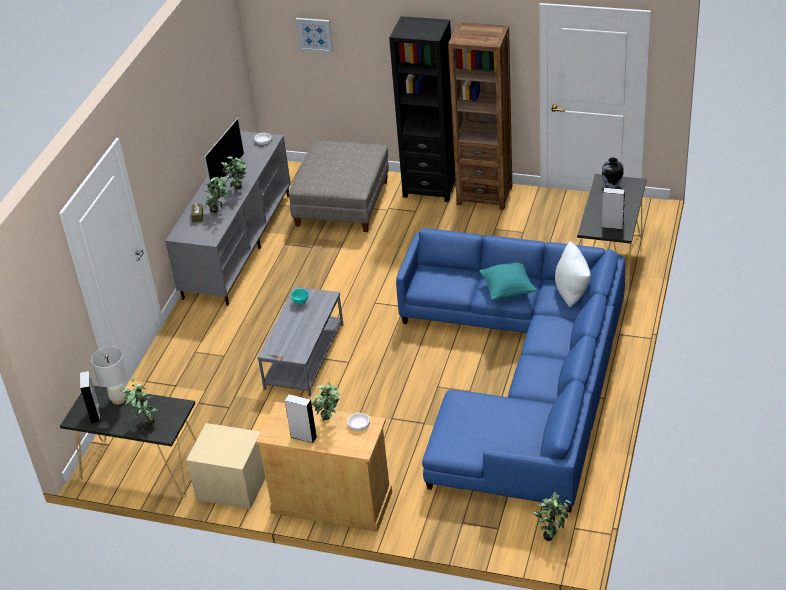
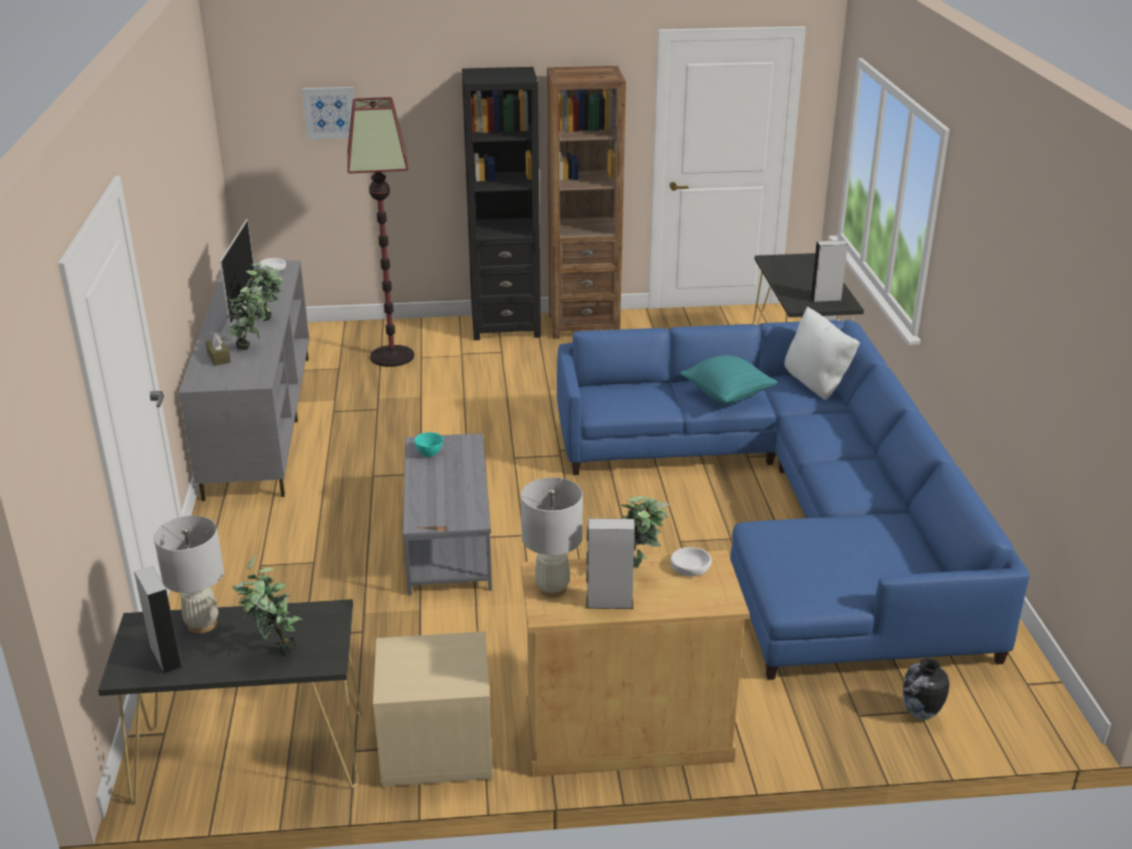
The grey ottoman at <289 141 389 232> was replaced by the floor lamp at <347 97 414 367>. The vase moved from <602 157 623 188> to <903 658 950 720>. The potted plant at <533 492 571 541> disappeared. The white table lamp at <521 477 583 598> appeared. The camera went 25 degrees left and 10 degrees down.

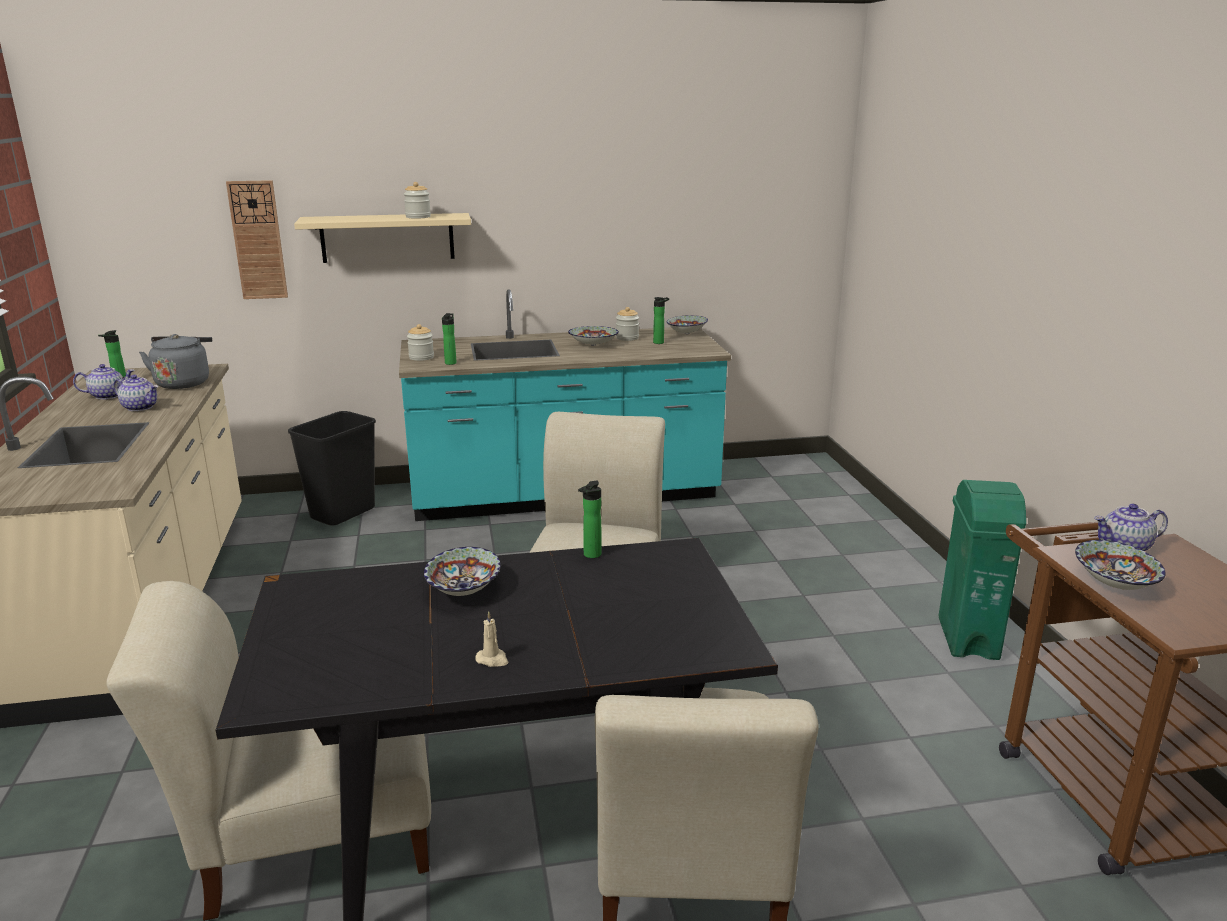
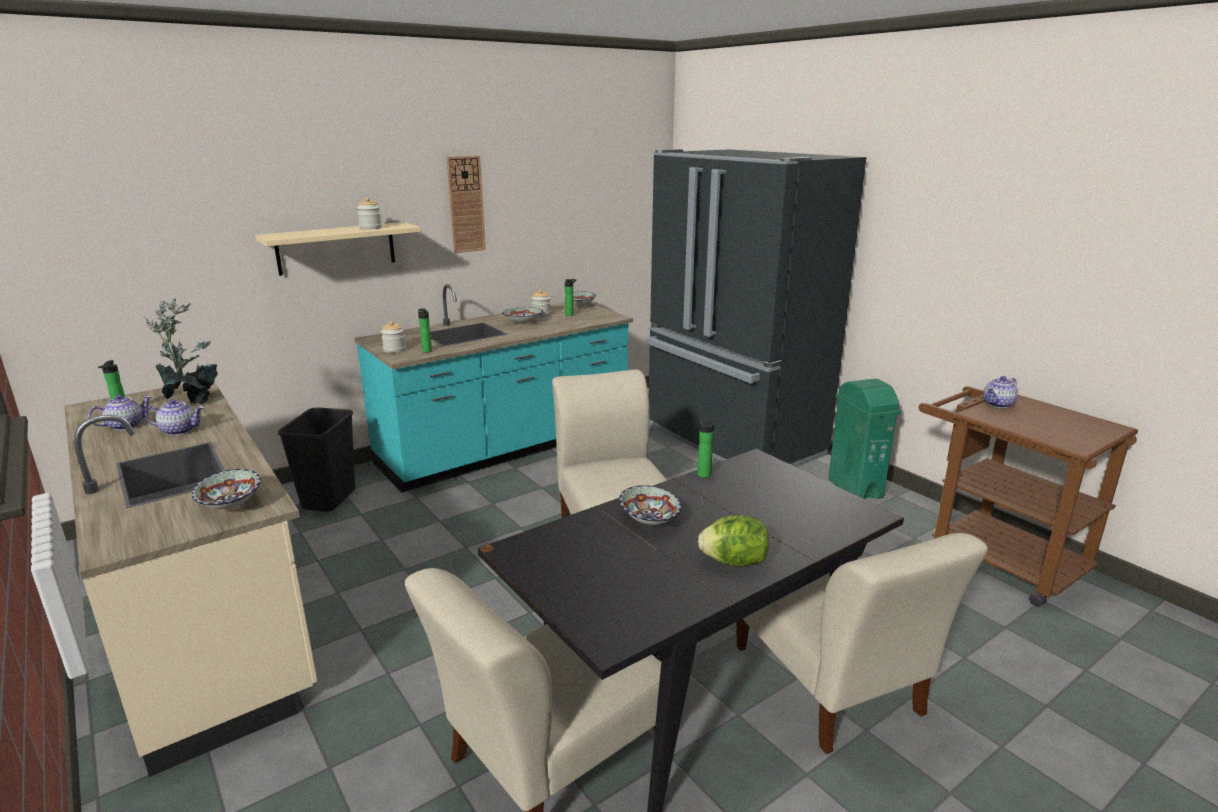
The wall clock moved from <226 180 288 299> to <447 156 486 253>. The grey kettle at <139 334 212 389> was replaced by the potted plant at <143 297 218 404>. The bowl moved from <1075 540 1166 590> to <192 469 261 509>. The beige candle at <475 611 508 667> was replaced by the lettuce at <698 515 769 567>. The black fridge at <646 149 866 467> appeared. The camera went 25 degrees left and 0 degrees up.

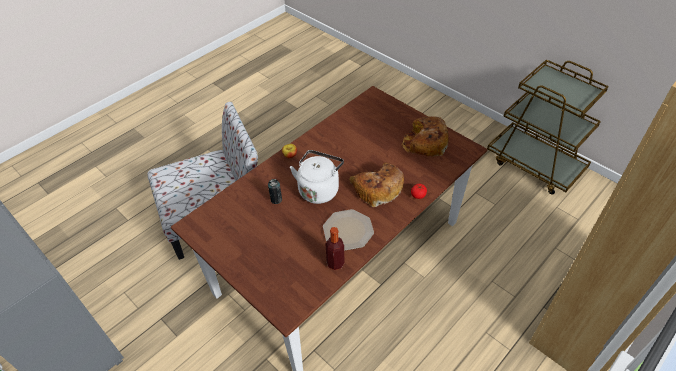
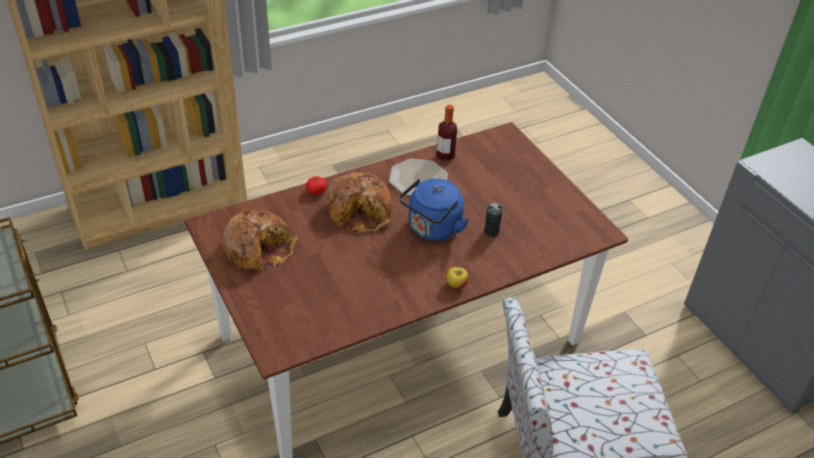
The white kettle at <290 150 344 204> became the blue kettle at <399 179 469 241>. The camera went 165 degrees left and 5 degrees down.

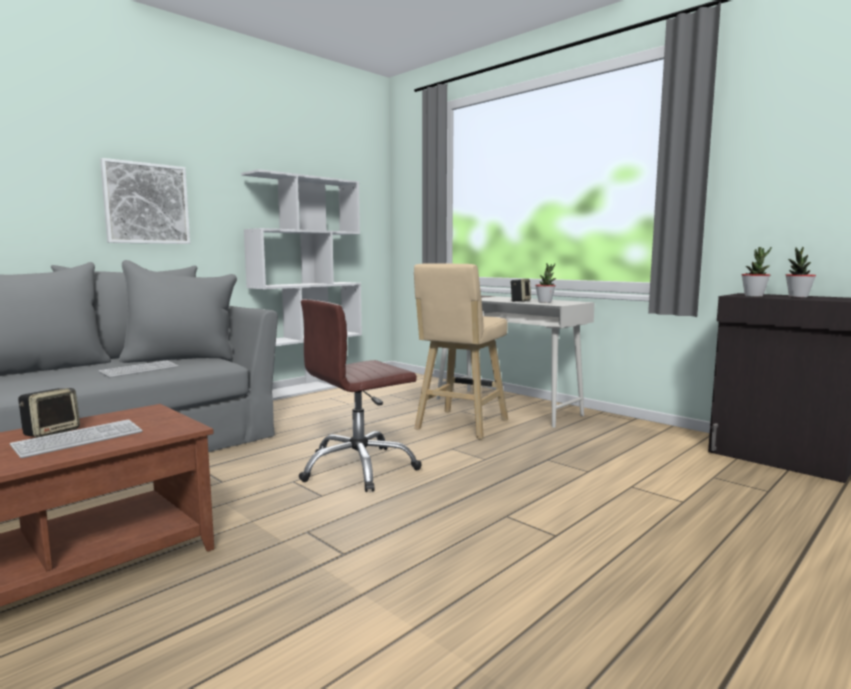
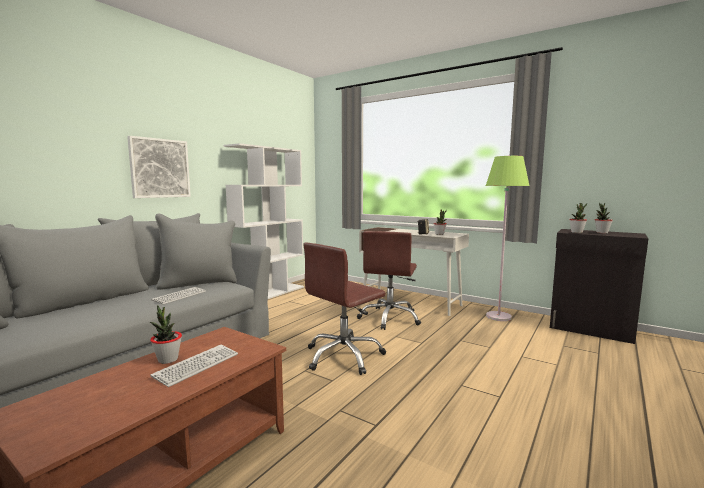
The beige stool at <414 263 508 440> was replaced by the brown office chair at <357 231 421 330>. The speaker at <18 388 80 438> was replaced by the potted plant at <150 305 182 364>. The green floor lamp at <486 156 530 321> appeared. The camera went 10 degrees left and 0 degrees up.

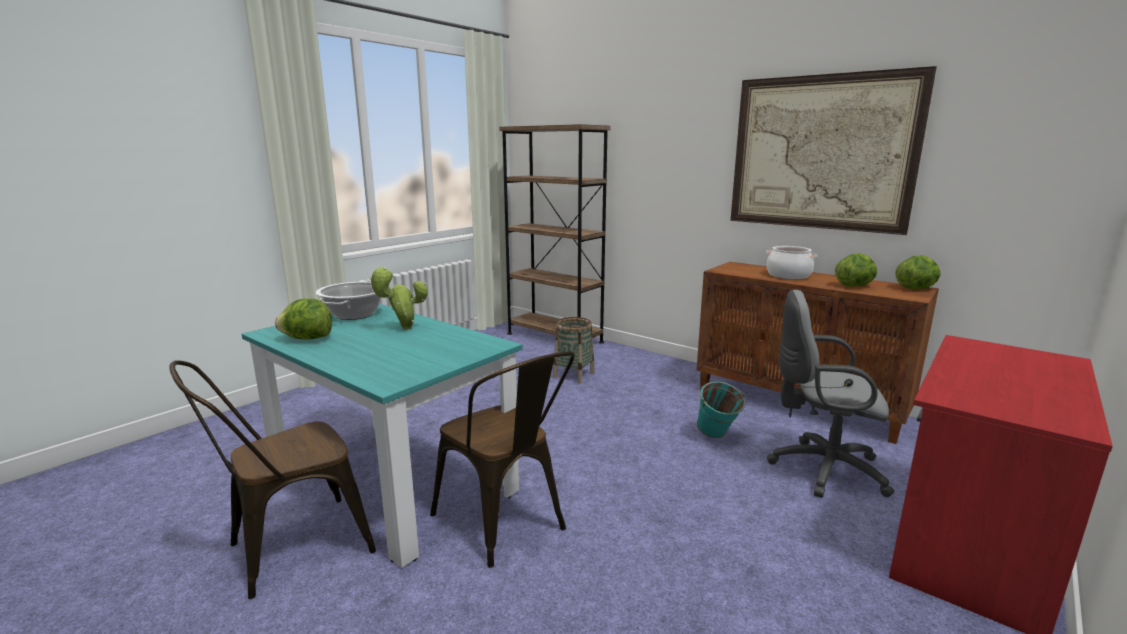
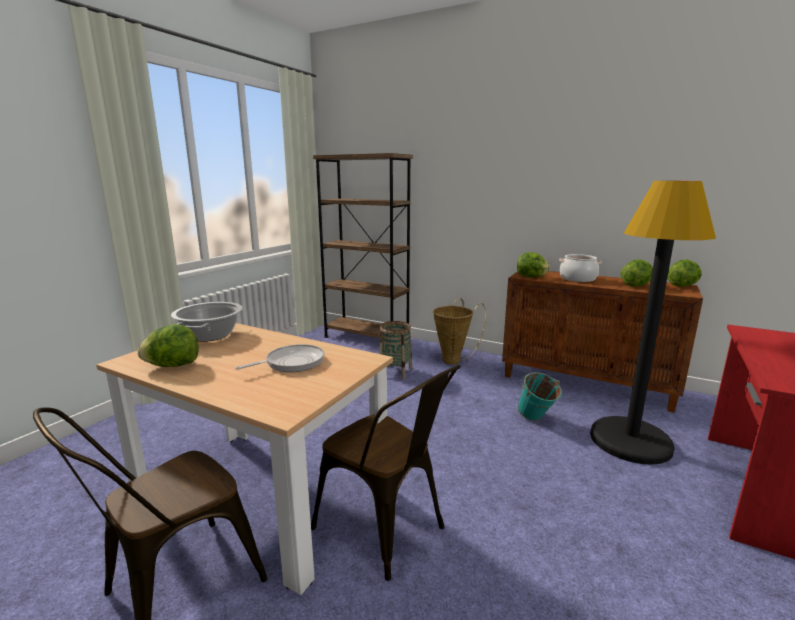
The picture at <730 66 937 235> disappeared. The potted plant at <369 267 428 330> disappeared. The grey office chair at <767 290 894 498> was replaced by the black floor lamp at <590 181 716 465>. The turquoise dining table at <242 303 522 568> became the beige dining table at <96 323 393 595>. The lettuce at <517 252 550 277> appeared. The basket at <433 298 486 365> appeared. The frying pan at <235 344 324 372> appeared. The camera went 10 degrees left and 0 degrees up.

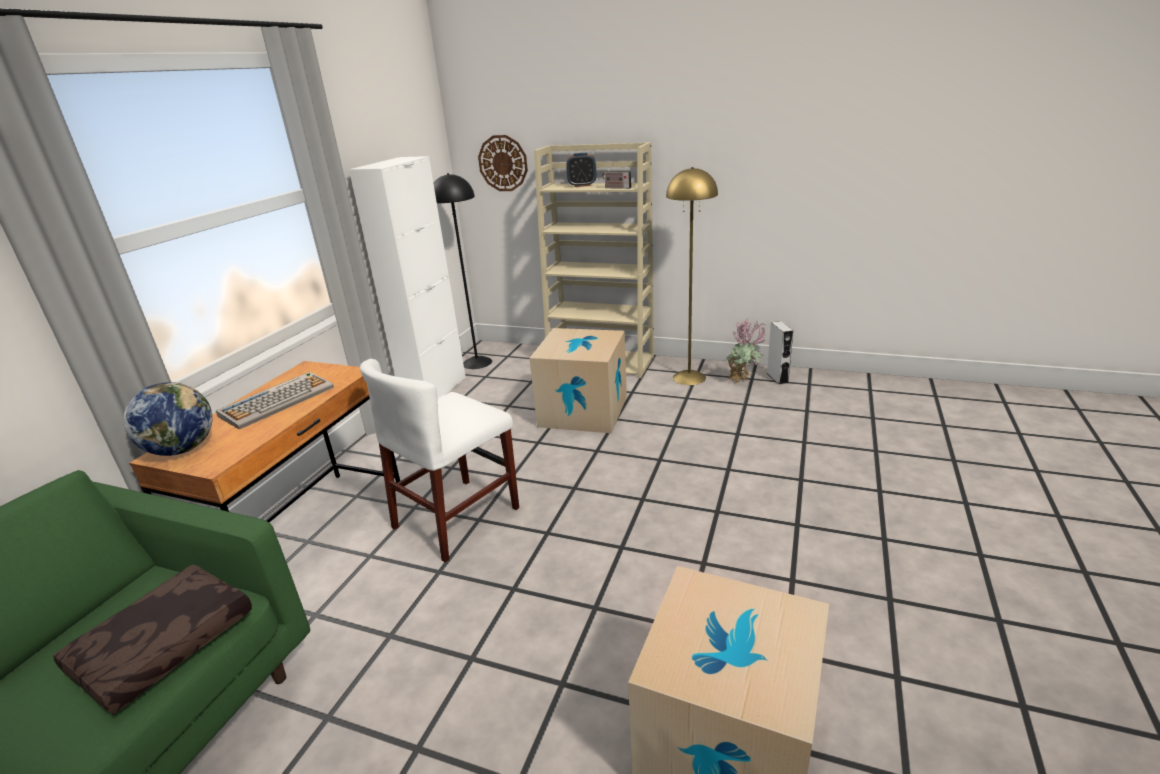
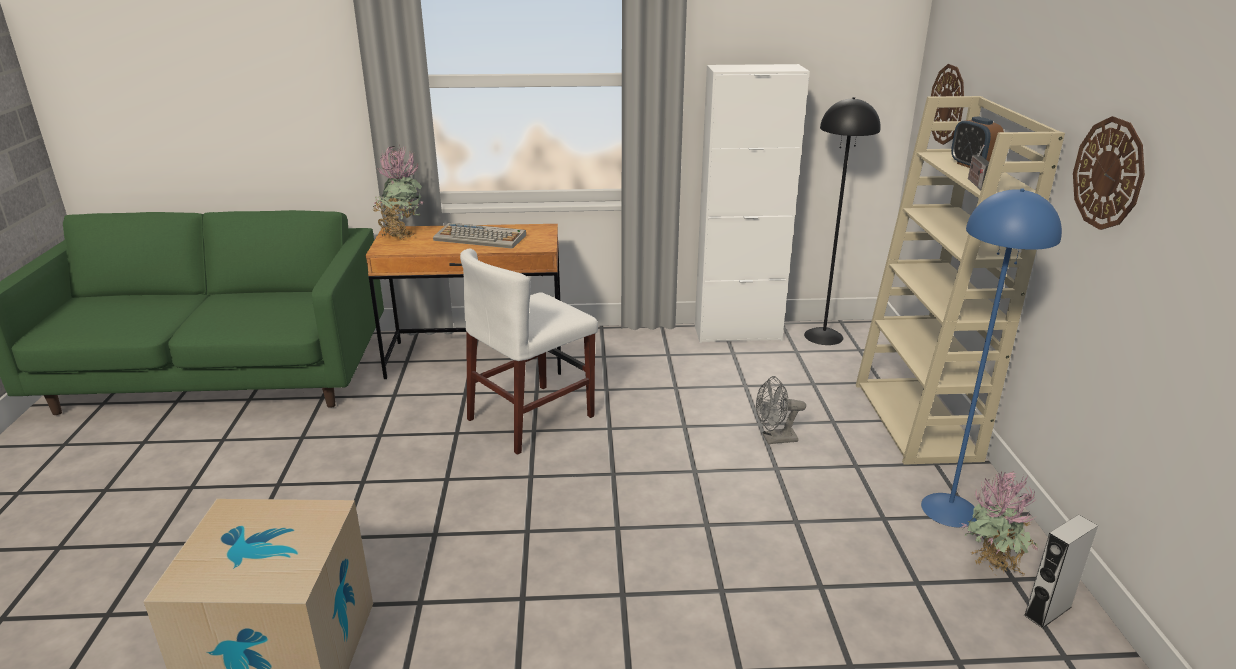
The yellow floor lamp at <666 167 718 385> became the blue floor lamp at <921 188 1062 528>. The cardboard box at <529 328 627 433> was replaced by the grey fan at <756 376 806 444>. The white chair at <360 359 519 562> turned 60 degrees counterclockwise. The globe at <123 382 213 456> was replaced by the potted plant at <372 145 424 239>. The brown pillow at <53 564 252 714> disappeared. The wall clock at <1073 116 1145 230> appeared. The camera went 65 degrees right and 0 degrees up.

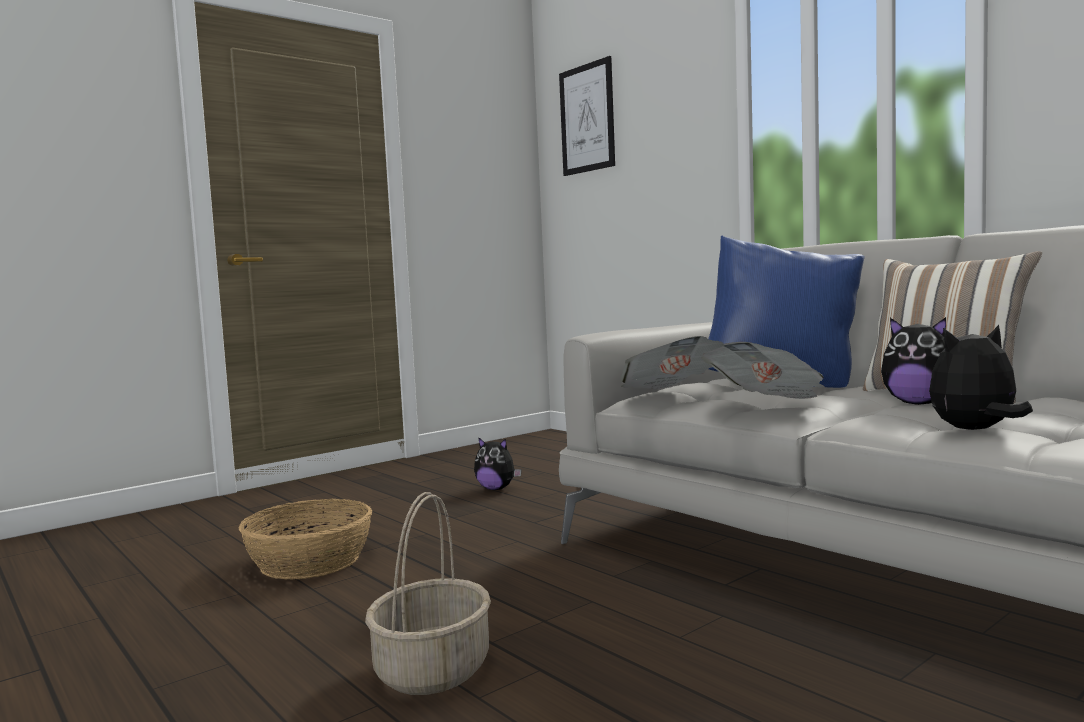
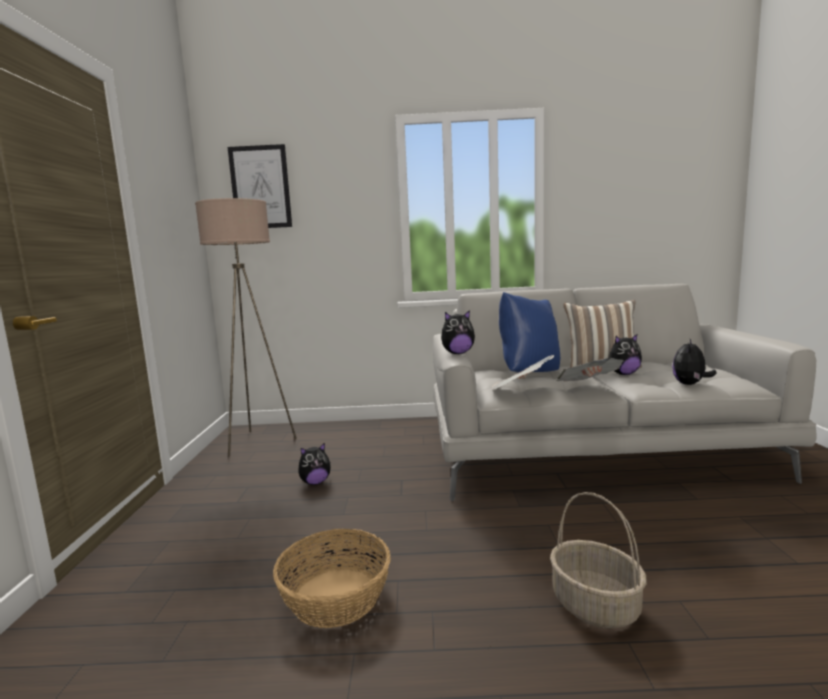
The beige floor lamp at <195 198 297 456> appeared. The plush toy at <441 310 475 354> appeared. The camera went 50 degrees left and 5 degrees up.

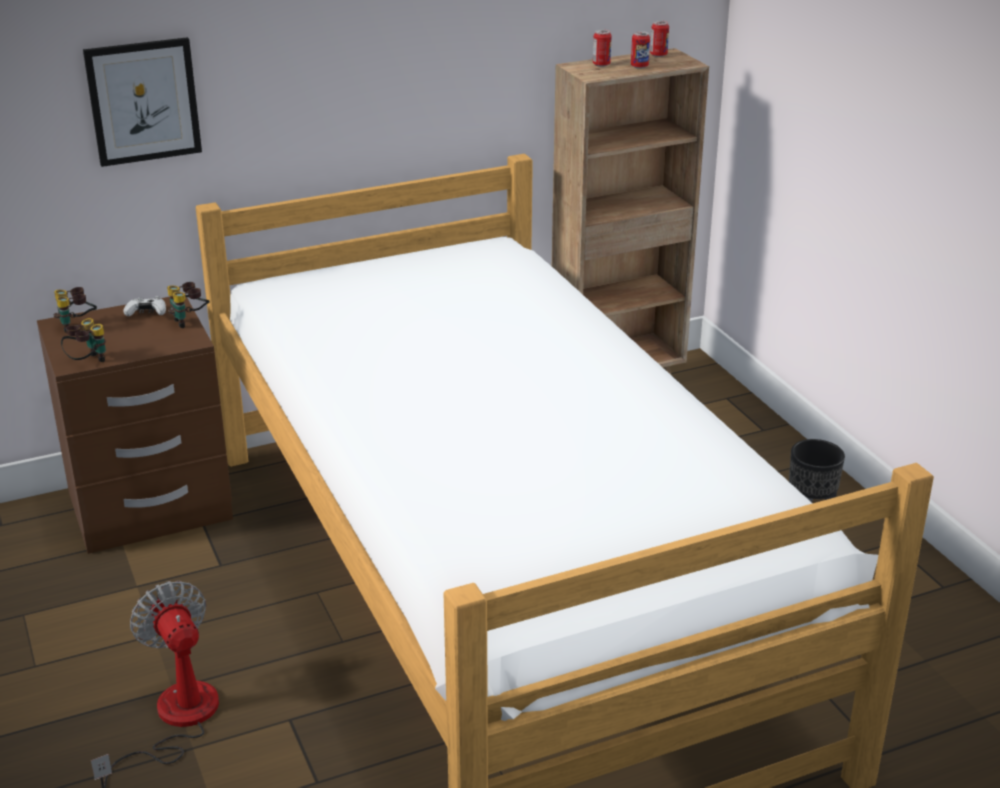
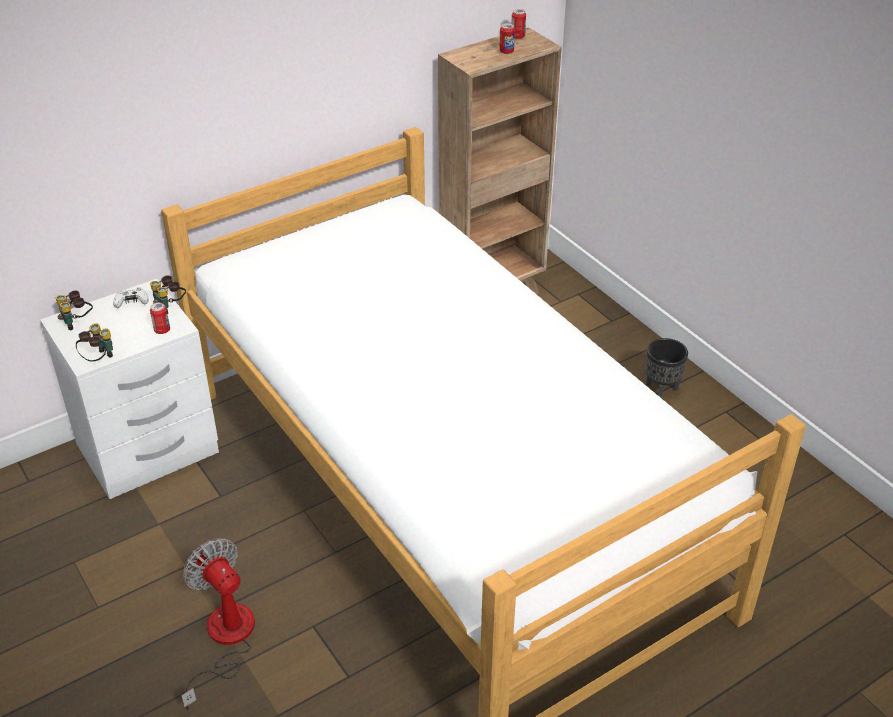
The can moved from <593 30 612 67> to <150 303 170 334>. The picture at <83 37 202 167> disappeared. The brown nightstand at <37 297 233 554> became the white nightstand at <40 279 219 499>. The camera went 10 degrees left and 10 degrees up.

